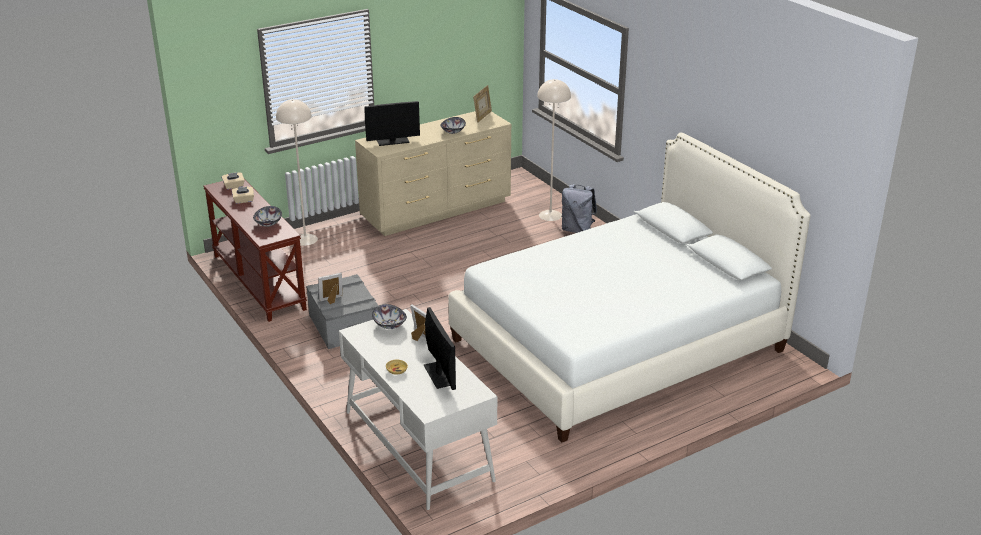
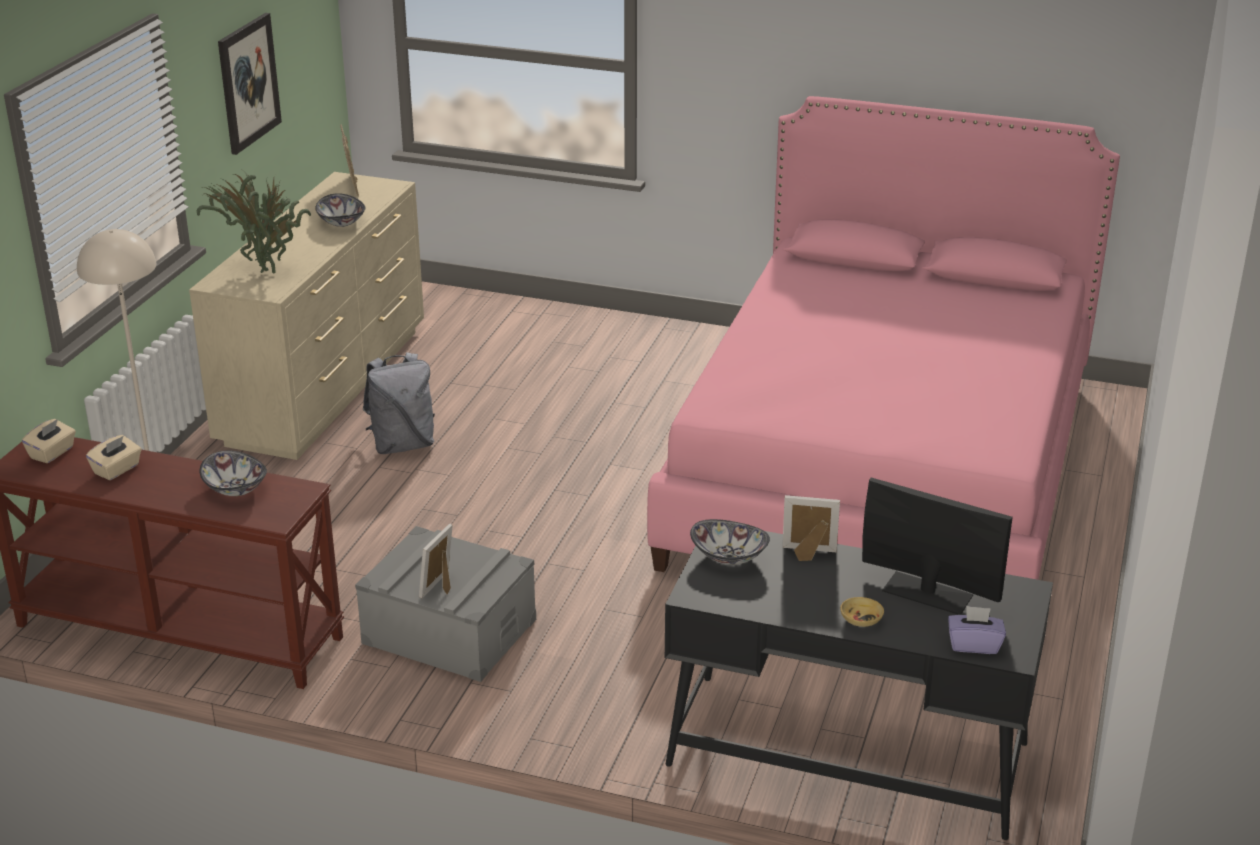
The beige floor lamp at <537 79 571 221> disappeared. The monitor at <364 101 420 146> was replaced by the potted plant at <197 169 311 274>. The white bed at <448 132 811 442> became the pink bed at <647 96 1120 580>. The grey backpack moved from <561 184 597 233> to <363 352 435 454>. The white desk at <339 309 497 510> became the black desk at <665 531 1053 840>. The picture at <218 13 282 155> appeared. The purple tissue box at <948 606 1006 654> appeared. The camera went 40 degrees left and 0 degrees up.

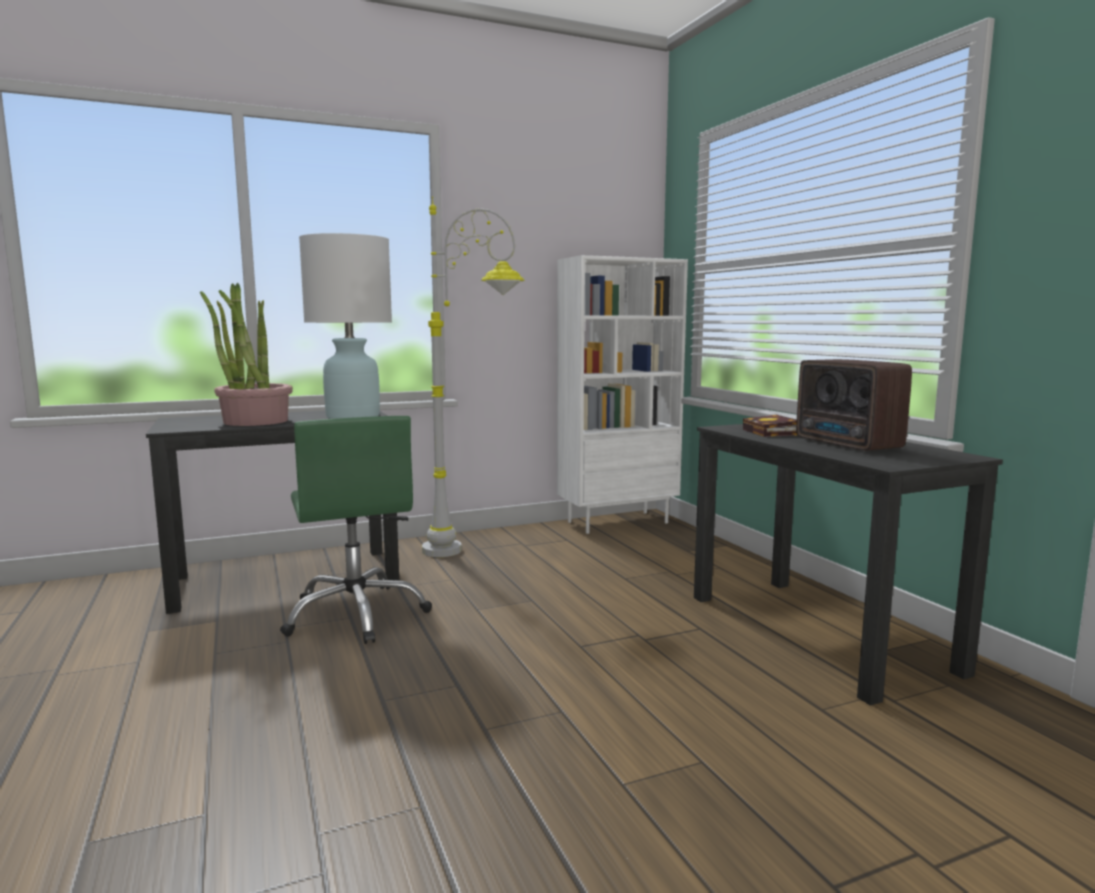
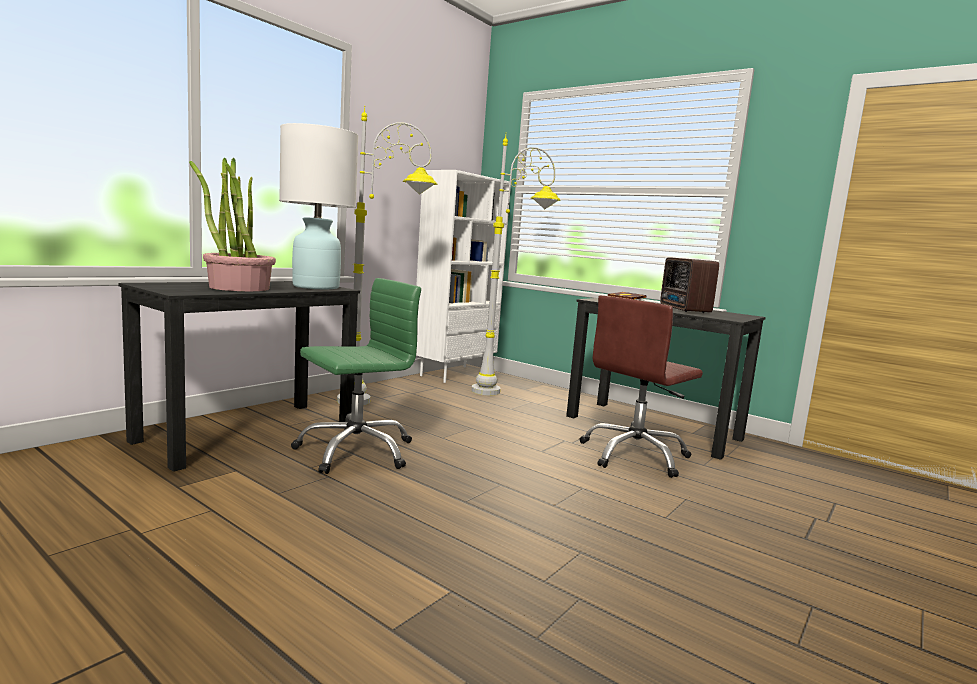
The radio at <796 359 912 451> turned 45 degrees clockwise. The green office chair at <280 416 432 644> turned 75 degrees counterclockwise. The grey floor lamp at <472 135 561 395> appeared. The brown office chair at <580 296 703 478> appeared. The camera went 30 degrees left and 0 degrees up.

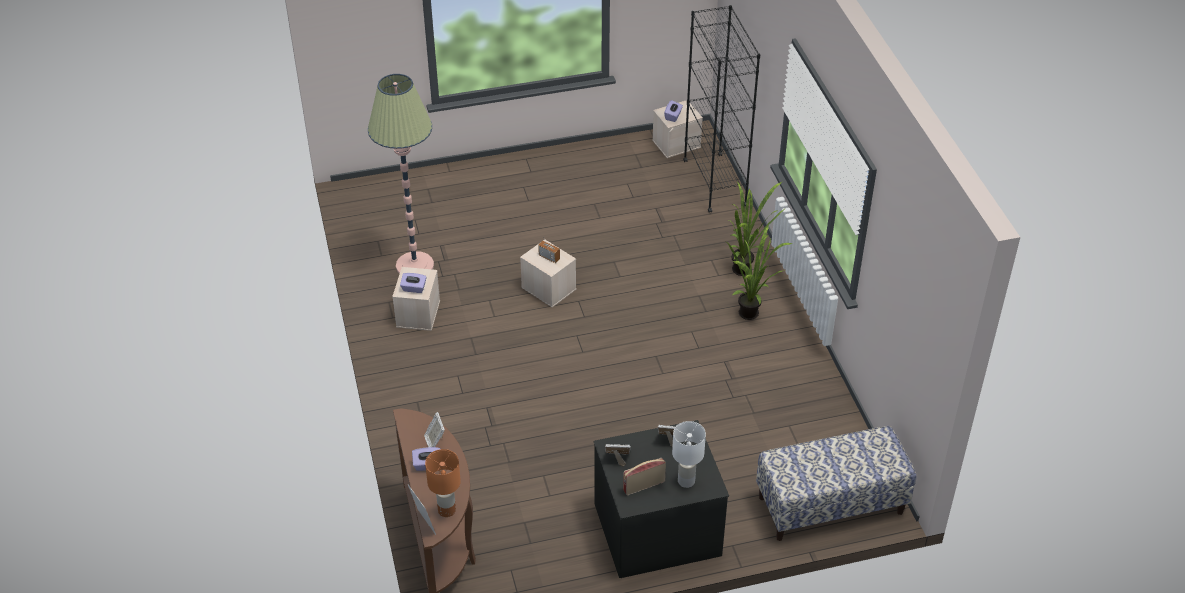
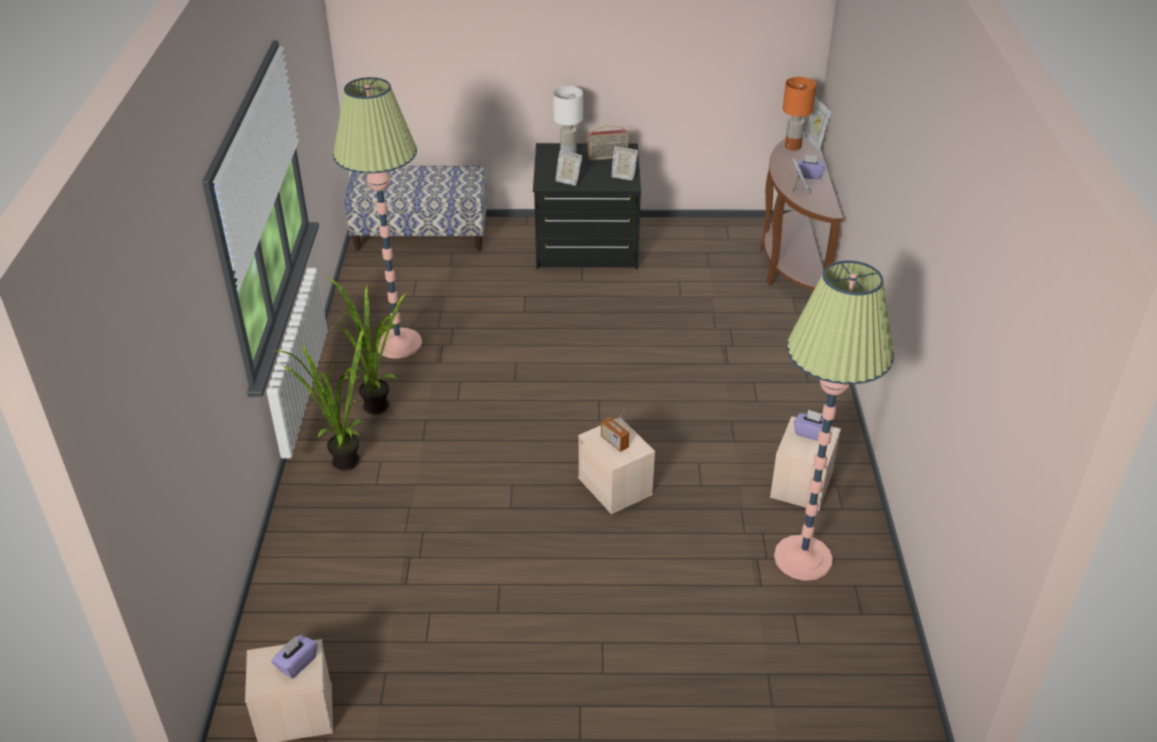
The black bookcase at <683 5 760 213> disappeared. The floor lamp at <333 77 422 358> appeared. The camera went 165 degrees left and 5 degrees down.

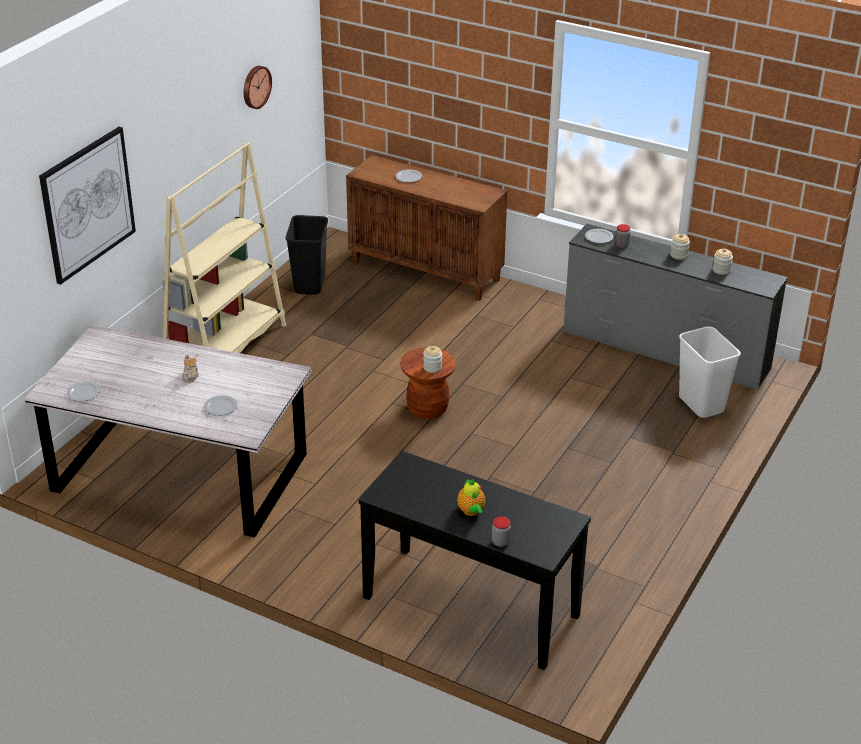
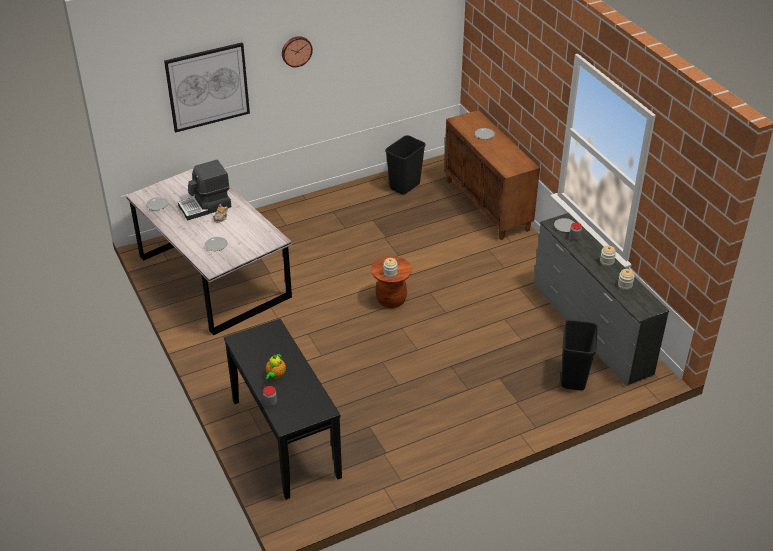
The wall clock moved from <244 66 272 109> to <282 36 313 67>. The beige bookcase at <163 142 286 353> disappeared. The white trash can at <679 326 741 418> became the black trash can at <561 320 598 390>. The coffee machine at <178 160 232 220> appeared. The camera went 35 degrees right and 5 degrees up.

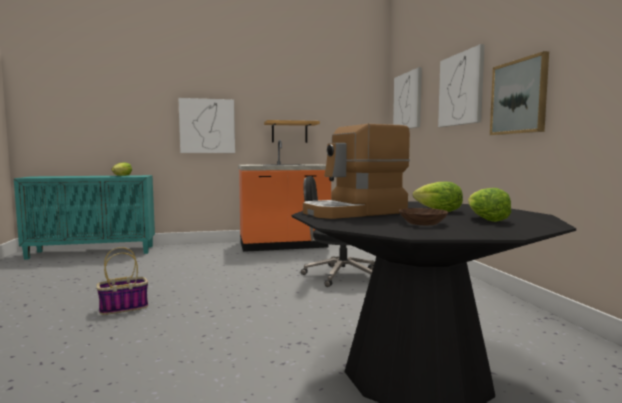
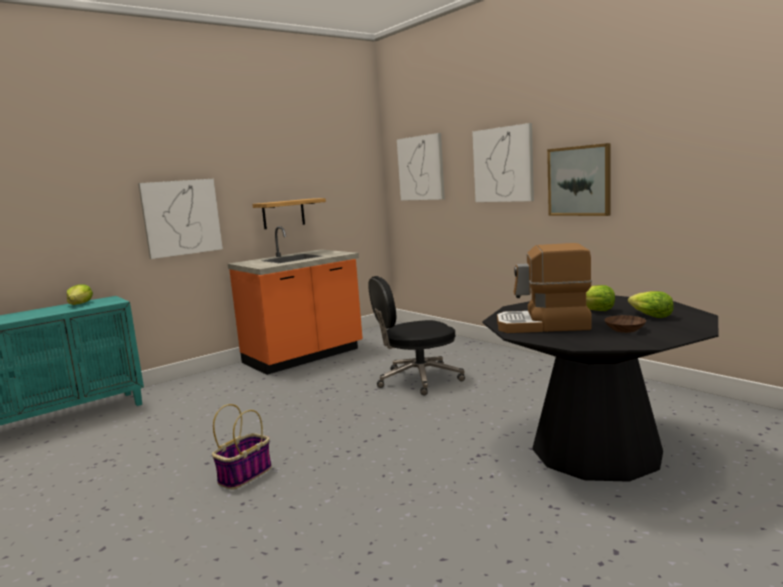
The coffee machine at <303 124 410 219> turned 60 degrees clockwise. The camera went 25 degrees left and 5 degrees up.

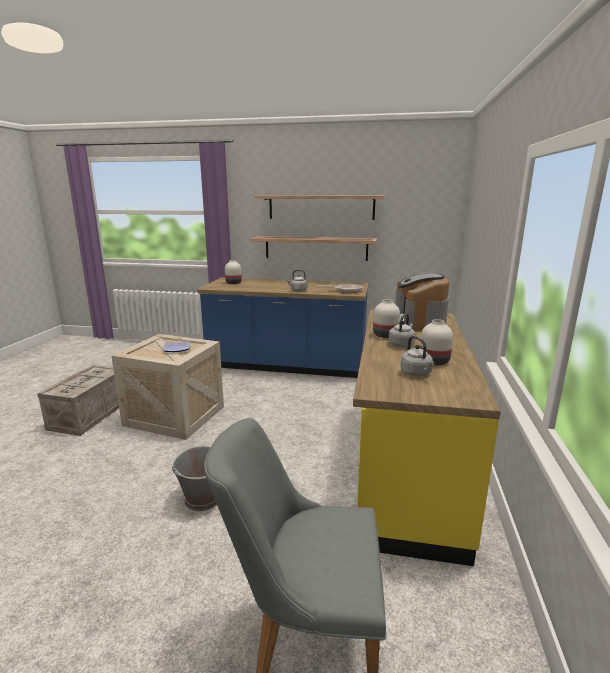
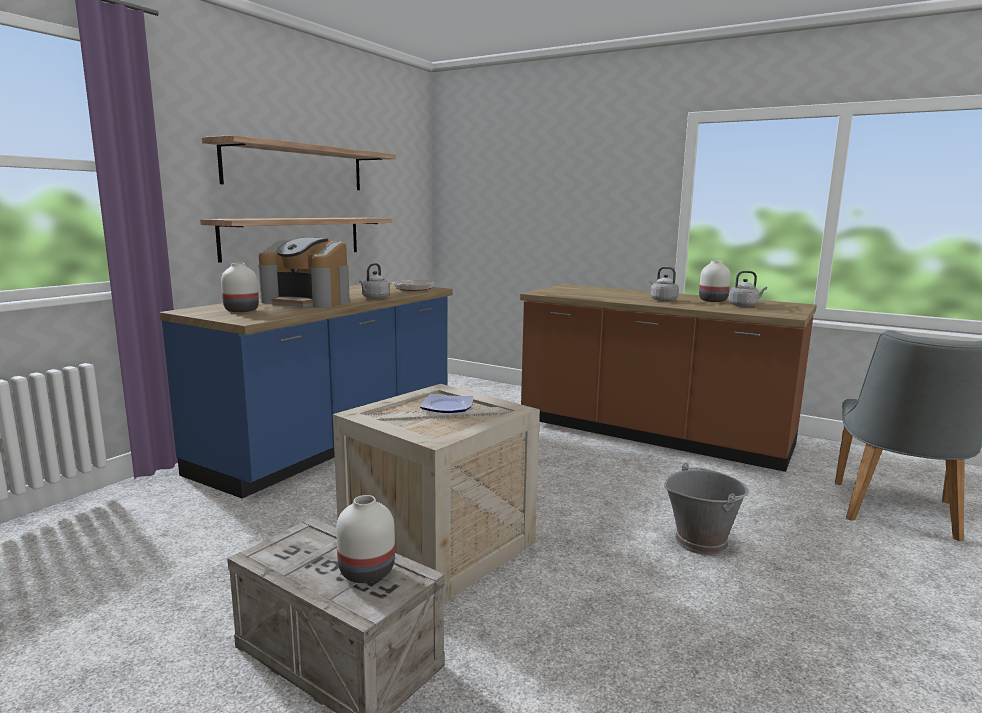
The coffee machine moved from <395 272 449 331> to <258 238 350 308>. The white vase moved from <373 299 400 338> to <336 495 395 583>. The yellow counter at <353 310 501 566> became the brown counter at <520 284 817 472>. The camera went 70 degrees left and 5 degrees down.

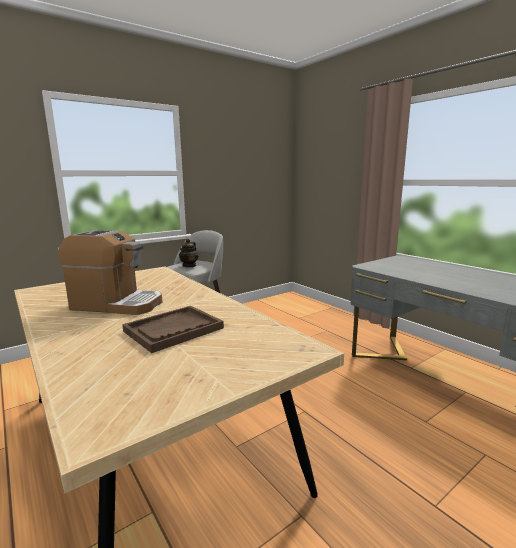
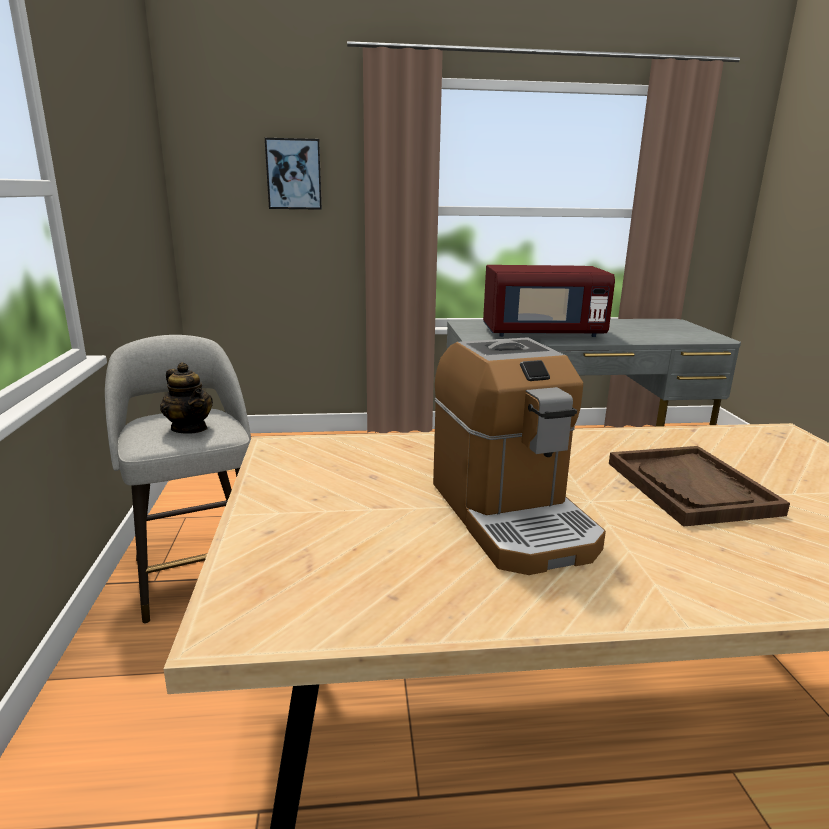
The coffee machine at <58 230 162 315> turned 120 degrees clockwise. The picture at <265 138 322 210> appeared. The red microwave at <483 265 615 337> appeared. The camera went 60 degrees left and 5 degrees up.

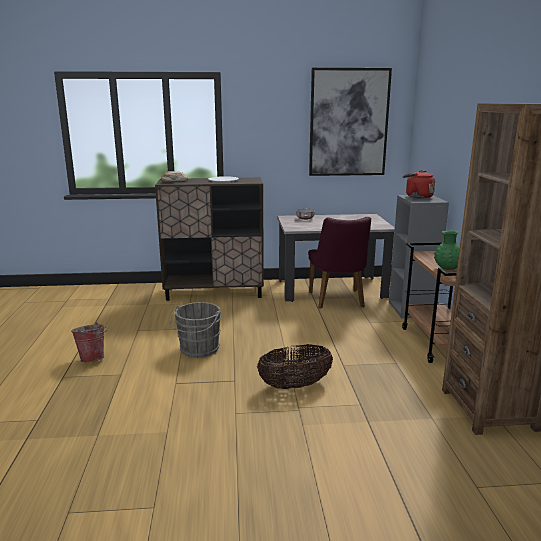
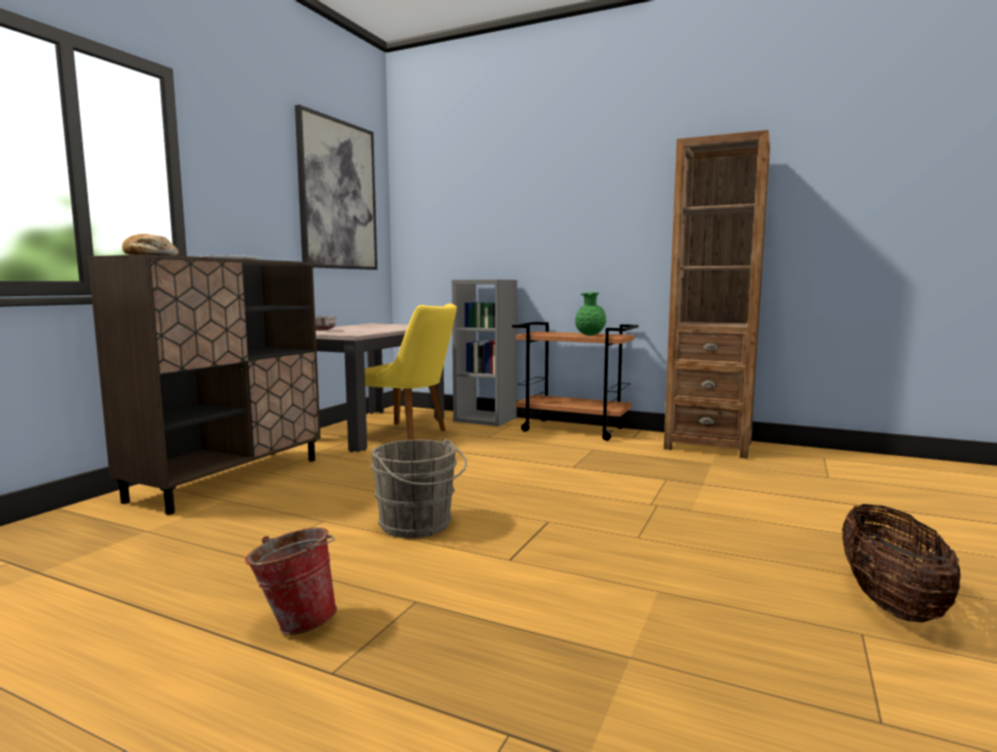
The red kettle at <403 170 435 198> disappeared. The purple chair at <308 217 371 309> became the yellow chair at <365 303 457 440>. The basket moved from <257 344 333 389> to <842 504 961 622>. The camera went 60 degrees left and 10 degrees down.

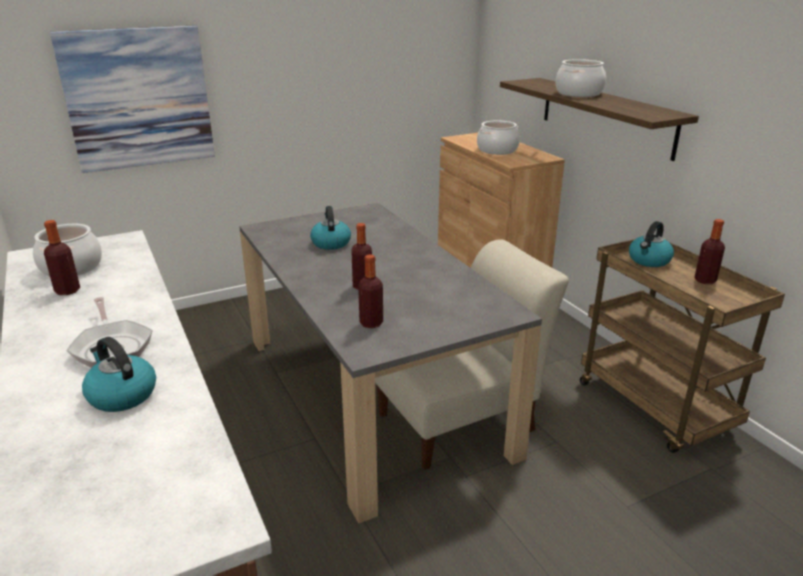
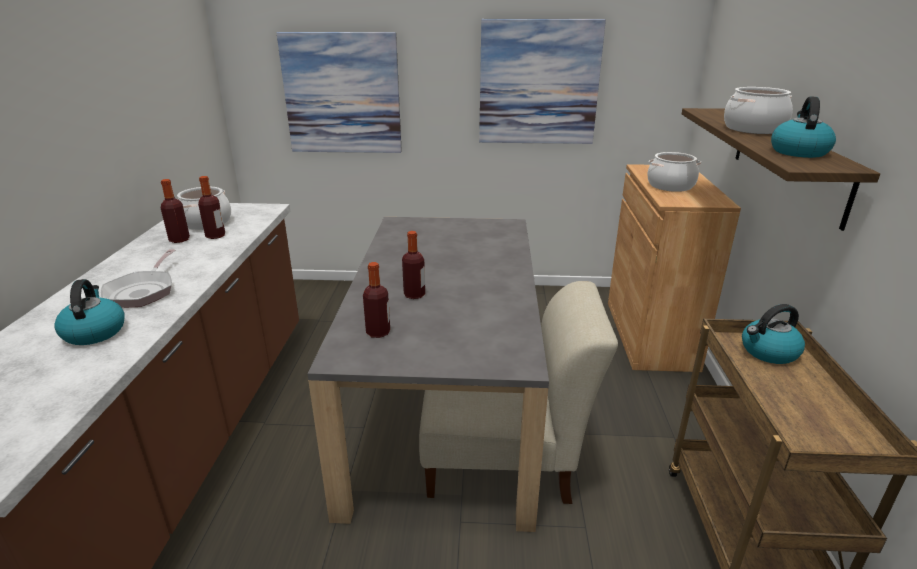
The kettle moved from <310 206 351 250> to <771 96 836 158>. The bottle moved from <694 219 725 284> to <198 176 225 239>. The picture at <479 19 606 144> appeared. The camera went 30 degrees right and 0 degrees up.

